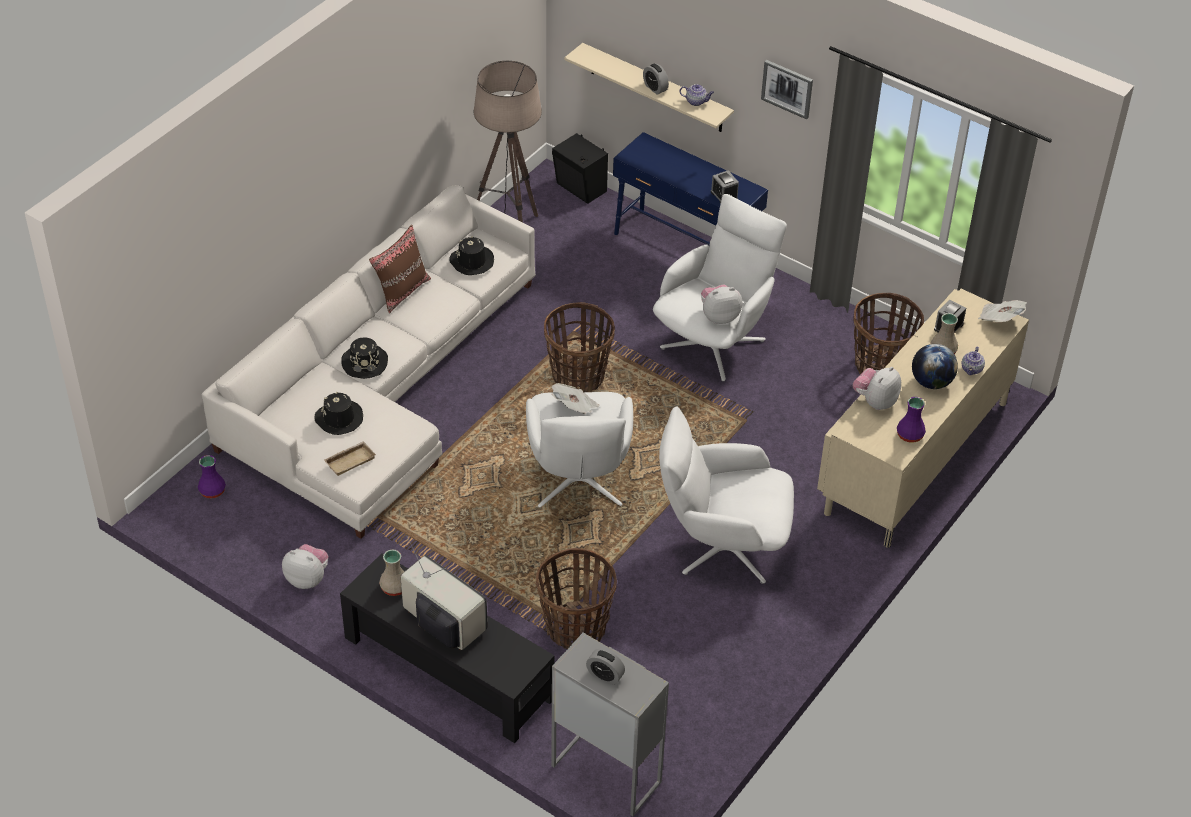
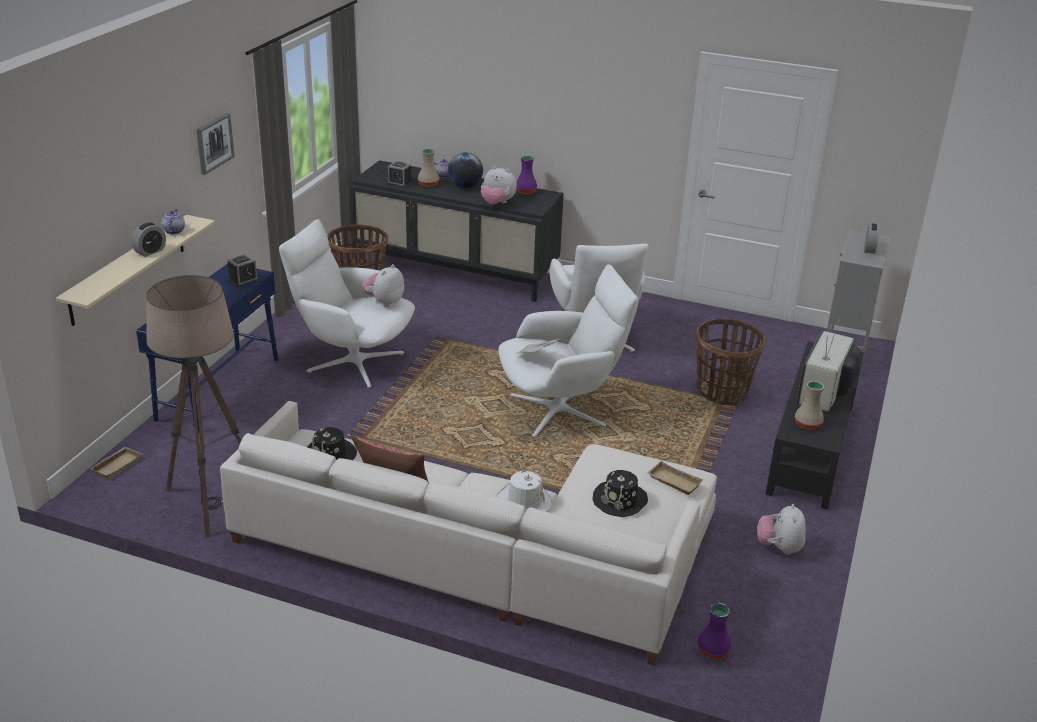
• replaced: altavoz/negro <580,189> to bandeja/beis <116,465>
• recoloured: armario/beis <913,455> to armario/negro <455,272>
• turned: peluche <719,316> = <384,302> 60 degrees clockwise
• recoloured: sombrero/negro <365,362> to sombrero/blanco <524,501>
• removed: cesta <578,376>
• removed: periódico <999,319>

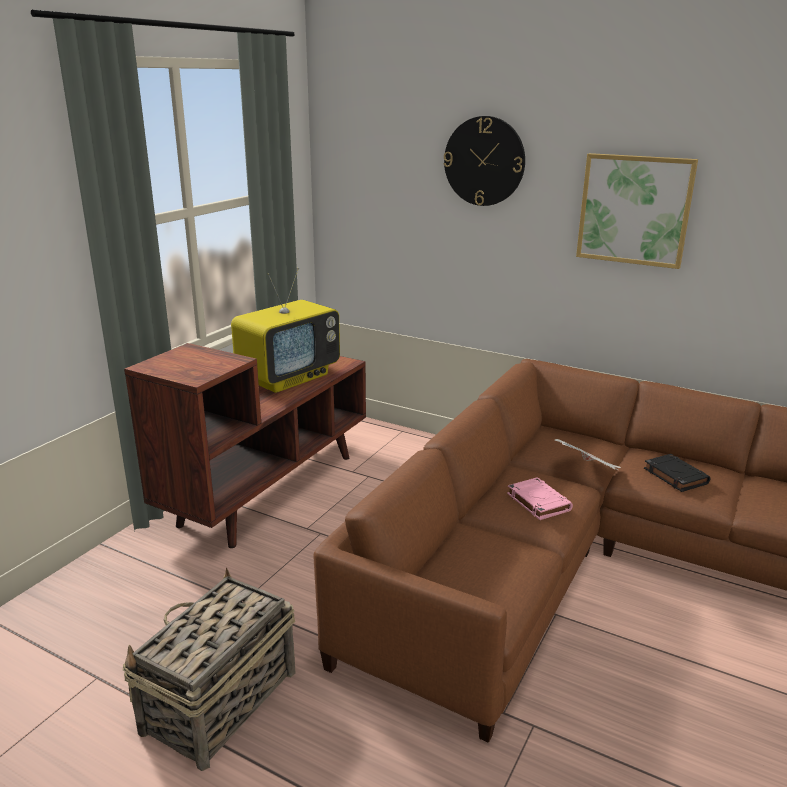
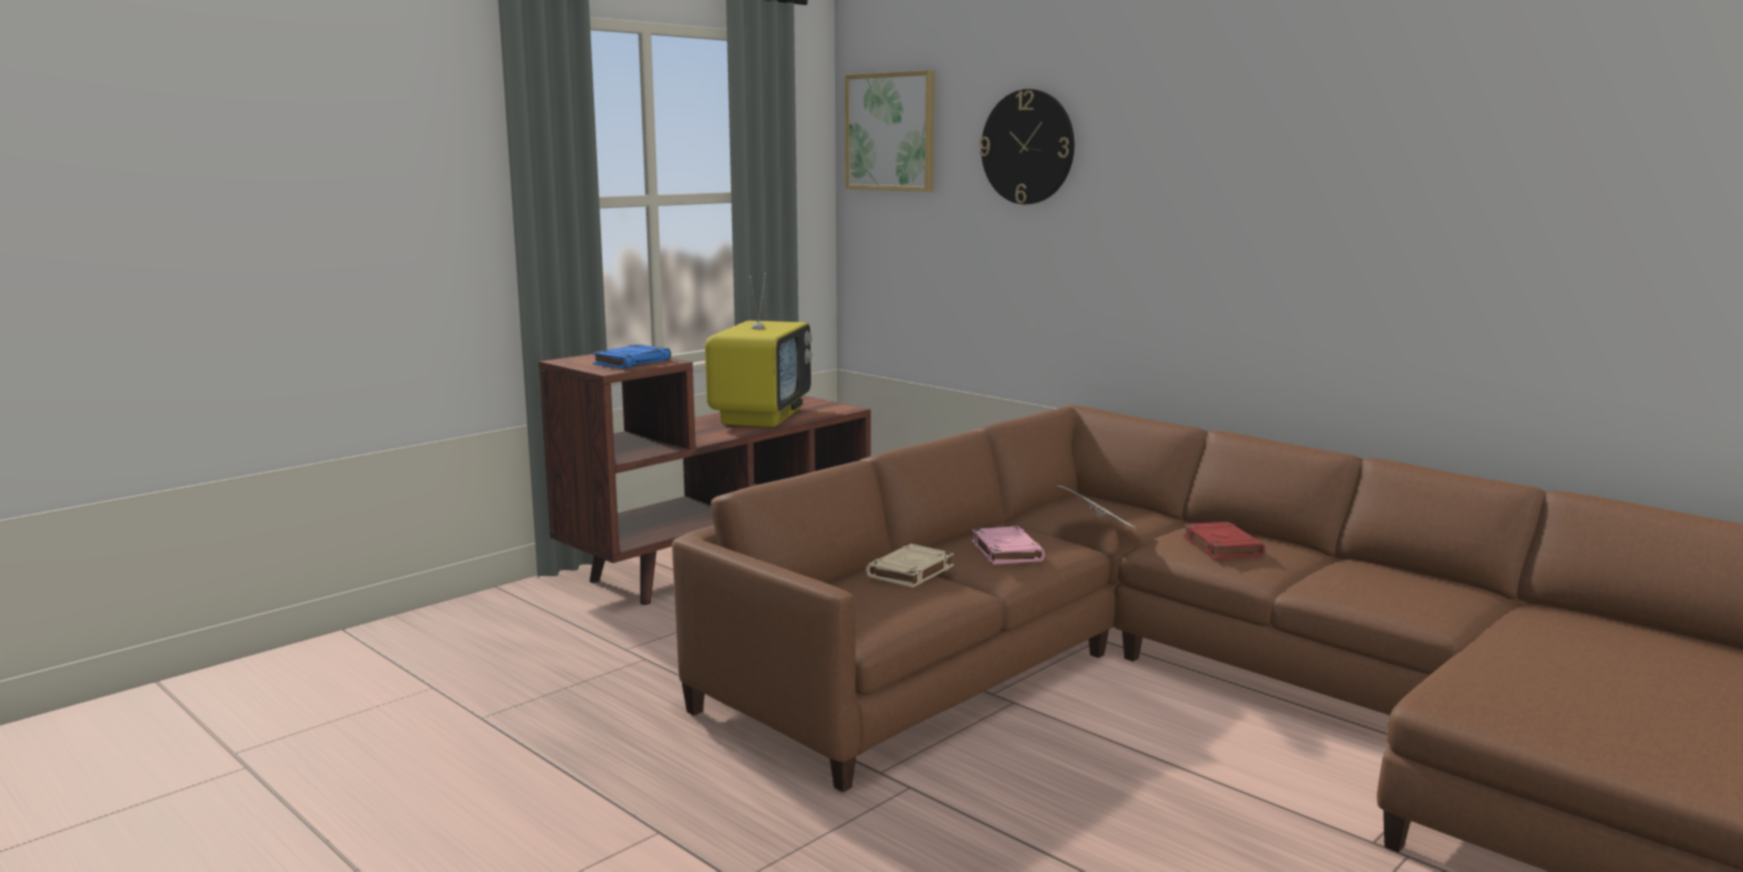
• added: libro/azul <632,362>
• turned: televisor <289,377> = <761,416> 45 degrees counterclockwise
• moved: cuadro <634,210> to <891,132>
• added: libro/beis <910,572>
• recoloured: libro/negro <674,476> to libro/rojo <1221,546>
• removed: cesta <219,702>

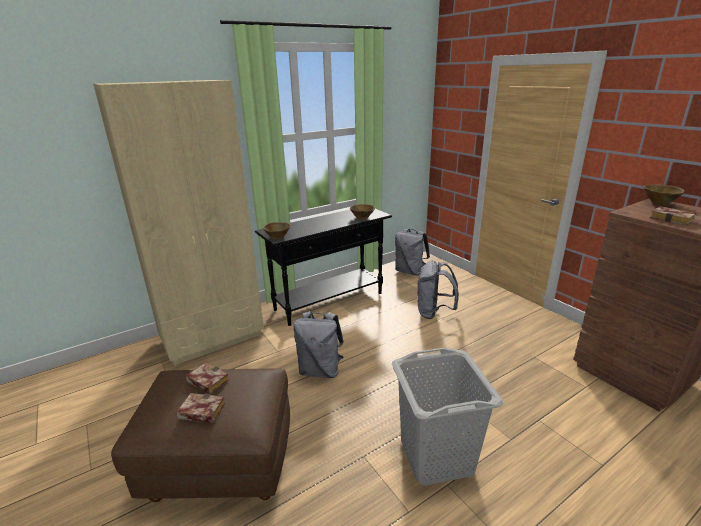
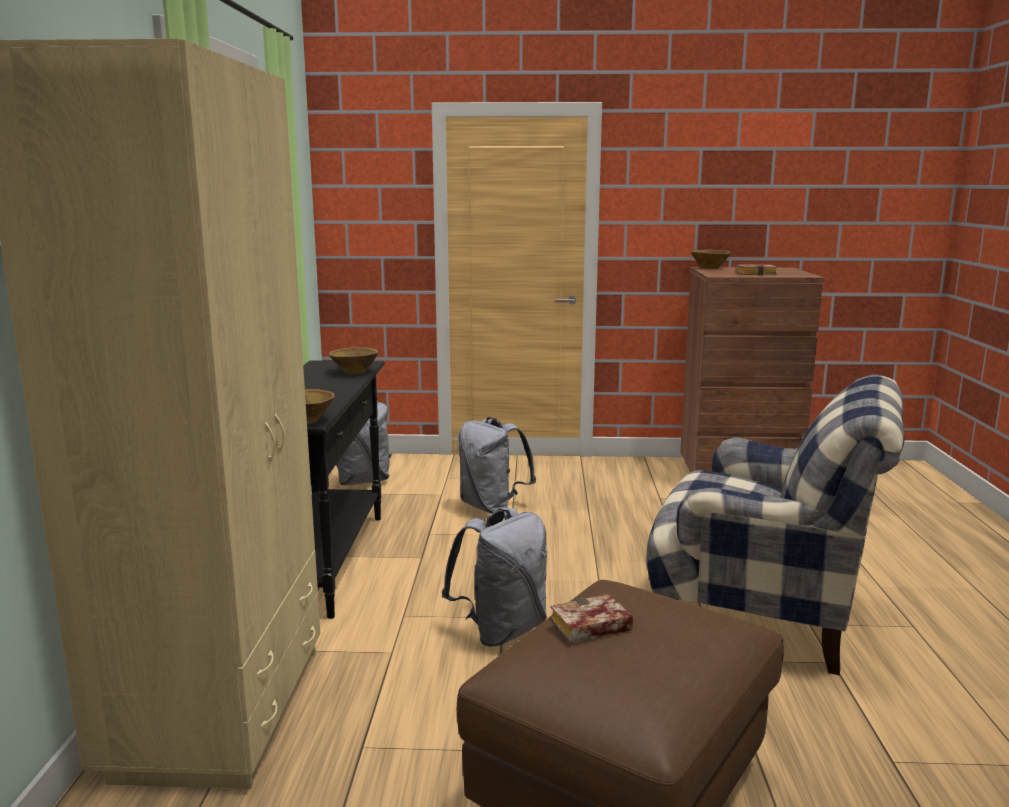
• replaced: cesto de la ropa/gris <436,457> to sillón <763,614>
• removed: libro <200,412>

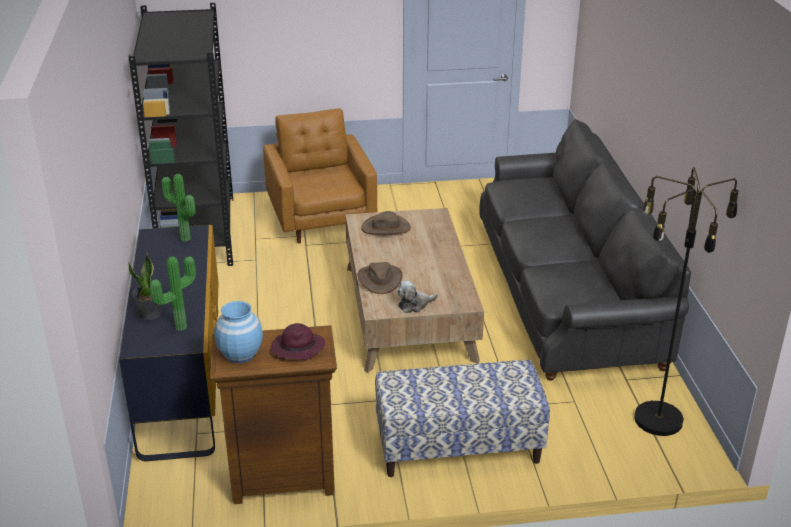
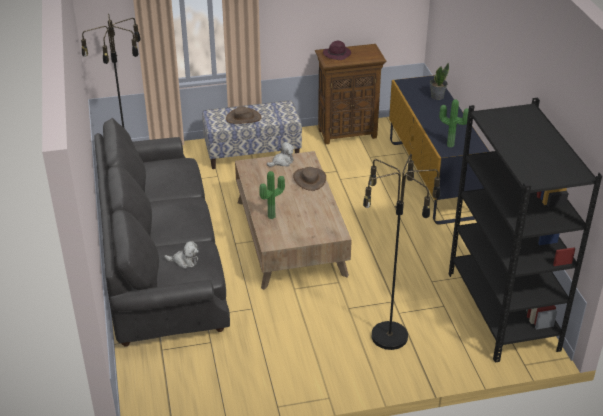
• added: peluche <184,261>
• moved: sombrero/marrón <386,228> to <243,118>
• moved: planta en maceta <179,326> to <272,217>
• replaced: sillón/marrón <321,219> to lámpara de pie <390,336>
• removed: florero/azul <240,354>

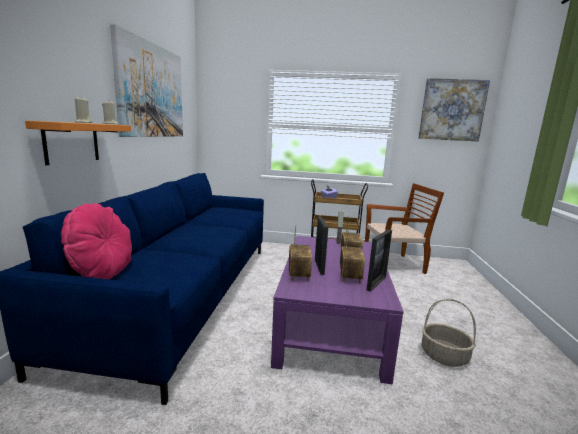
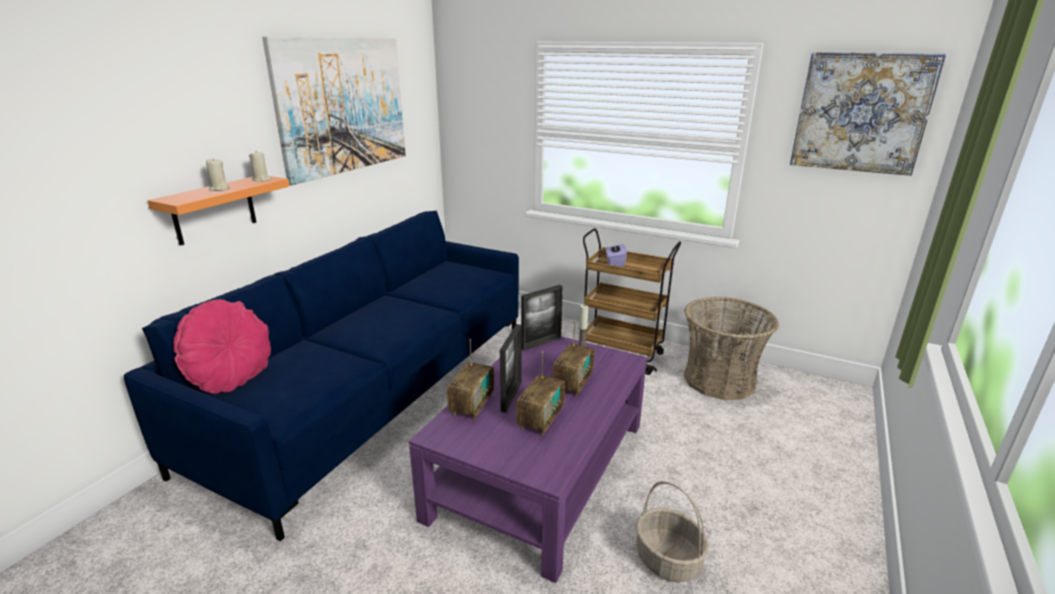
• moved: portarretratos <376,283> to <541,343>
• replaced: sillón/marrón <394,264> to cesta <719,380>

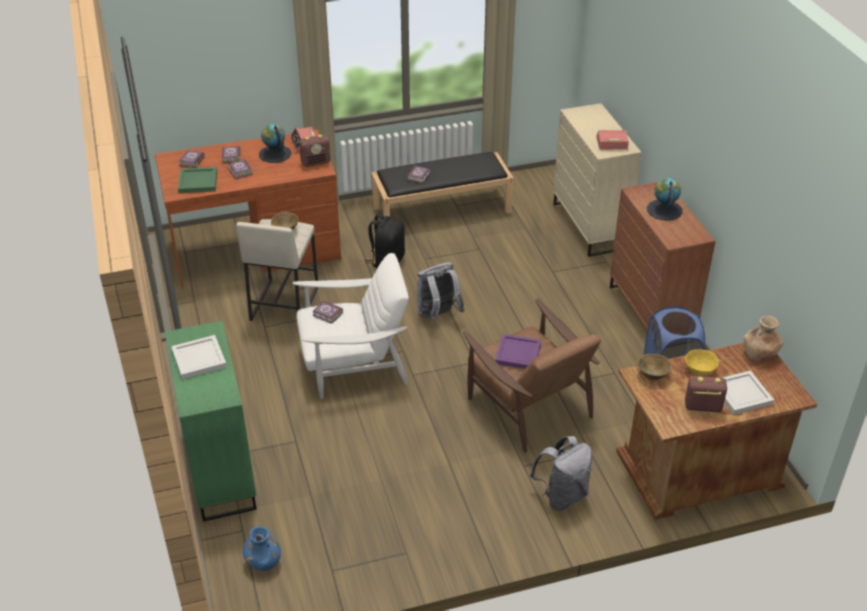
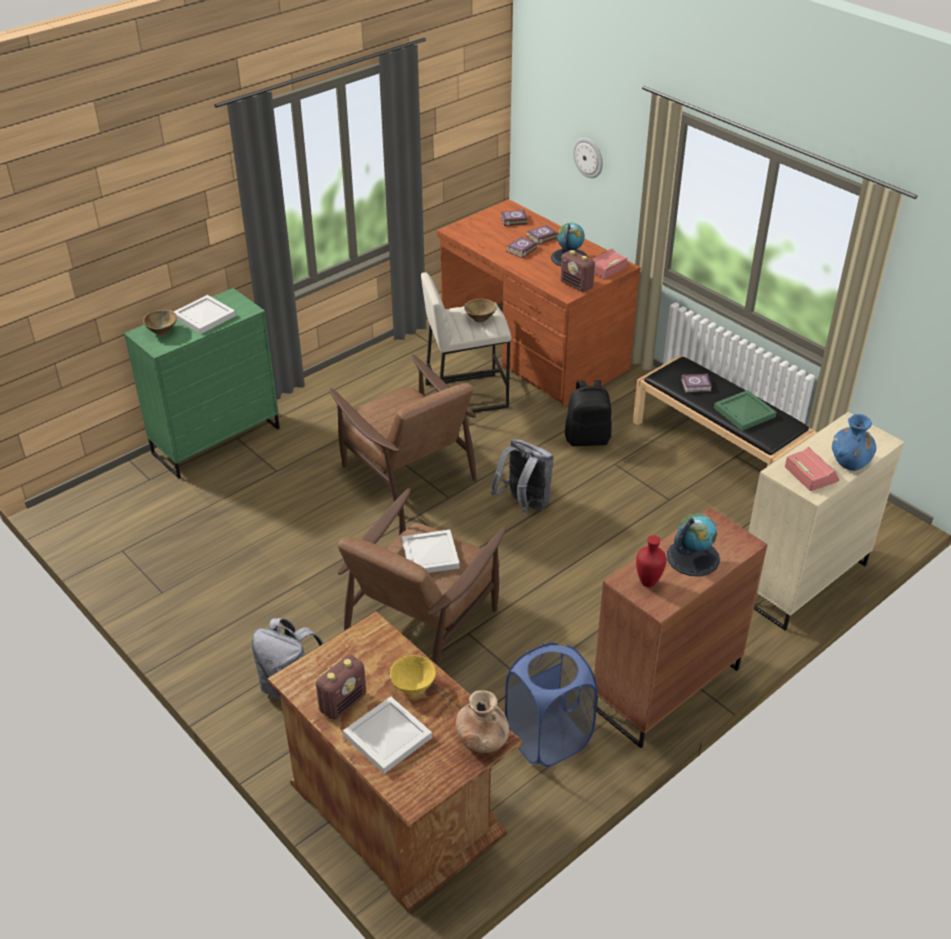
• moved: cuenco/marrón <653,375> to <162,331>
• turned: radio <702,407> = <343,702> 60 degrees clockwise
• recoloured: sillón/blanco <353,363> to sillón/marrón <407,470>
• recoloured: bandeja/morado <518,354> to bandeja/blanco <429,555>
• added: reloj de pared <588,157>
• added: florero/rojo <647,583>
• moved: bandeja/verde <197,182> to <743,412>
• moved: florero/azul <263,562> to <850,462>
• removed: libro <328,314>

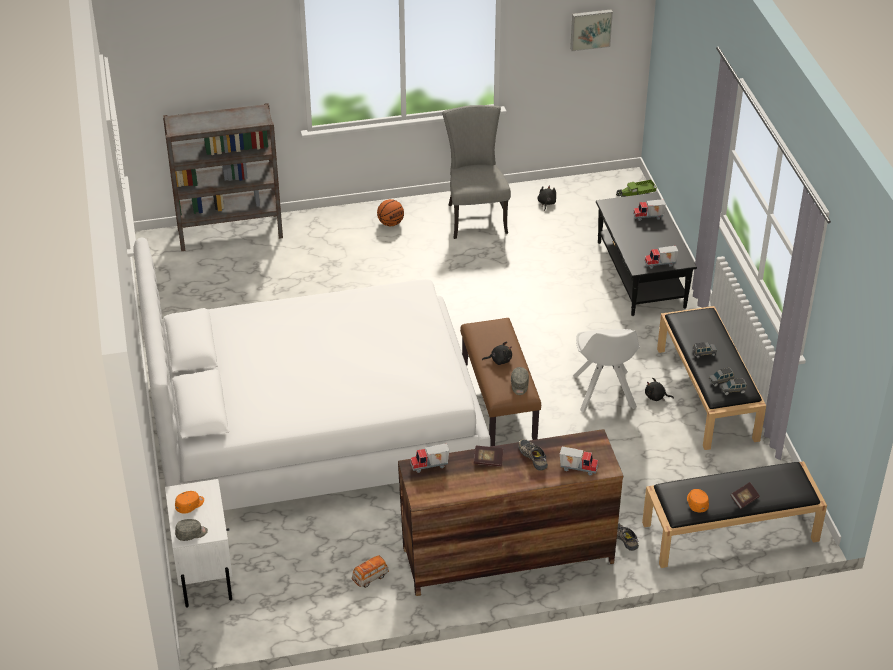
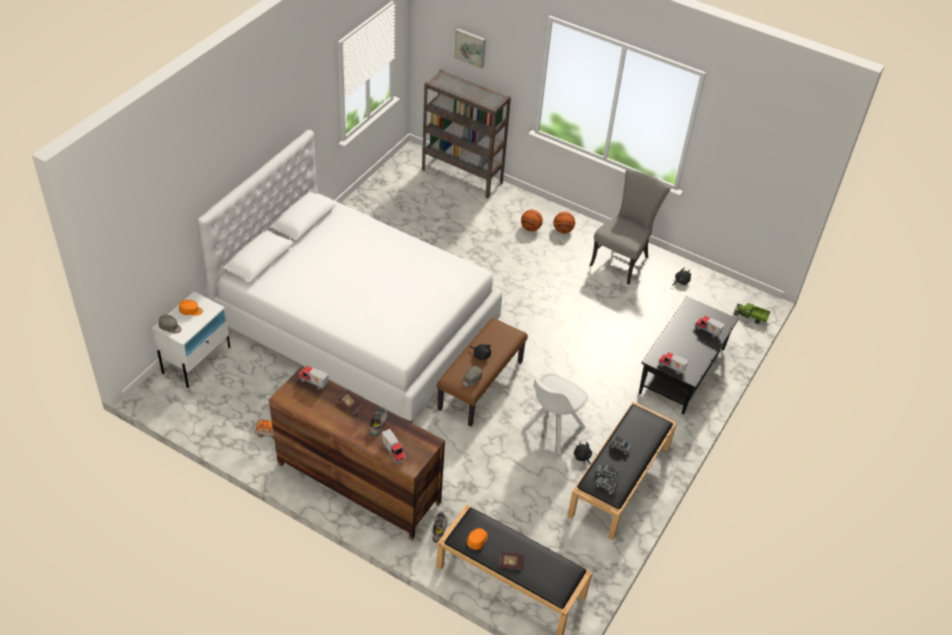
• moved: cuadro <590,29> to <470,47>
• added: balón de baloncesto <530,228>

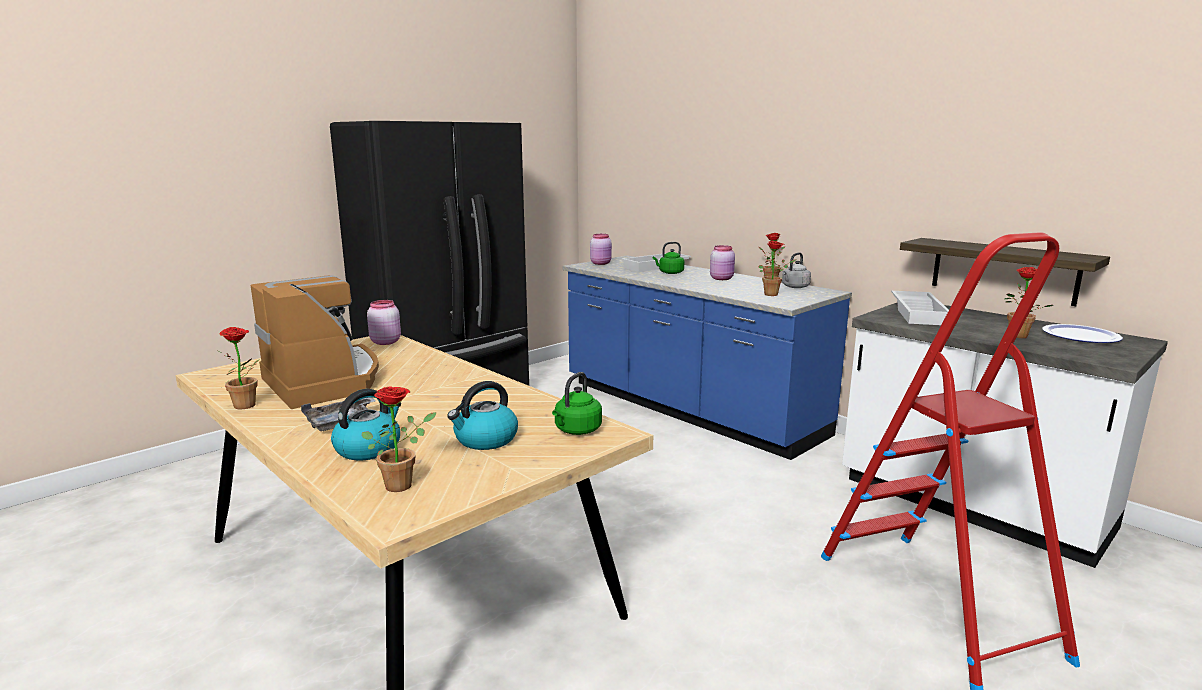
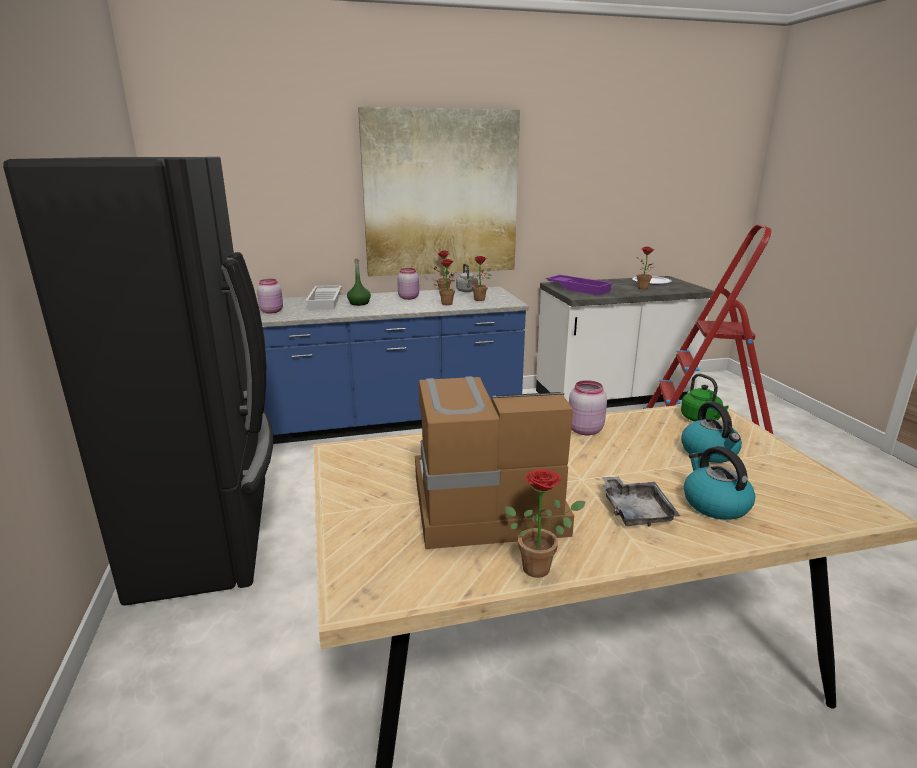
• replaced: hervidor/verde <670,273> to botella/verde <359,303>
• added: cuadro <441,194>
• moved: planta en maceta <403,484> to <446,303>
• recoloured: bandeja/blanco <919,313> to bandeja/morado <579,288>
• moved: tarro/rosa <385,342> to <583,430>
• removed: estante <1003,270>

